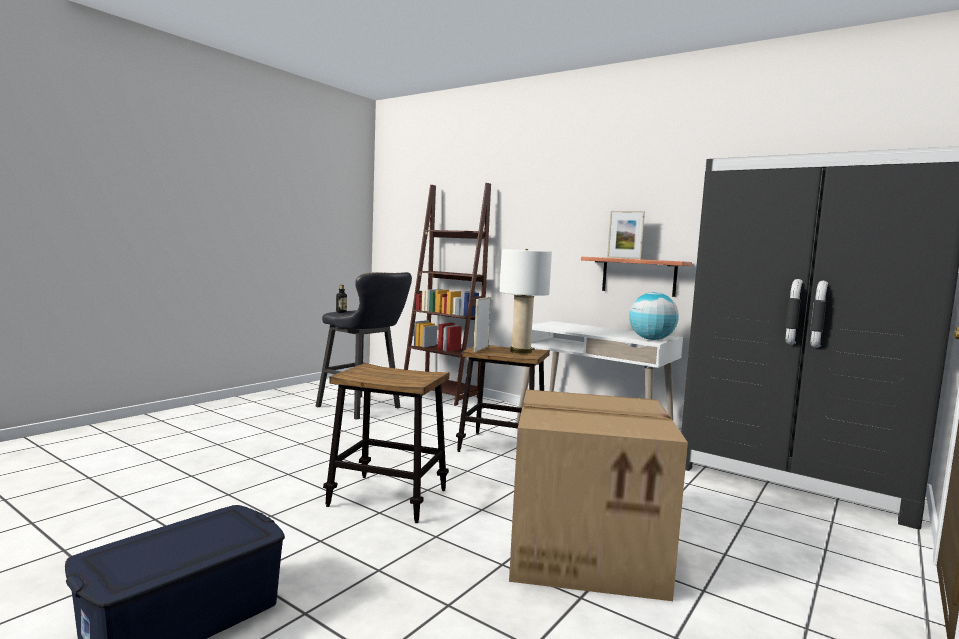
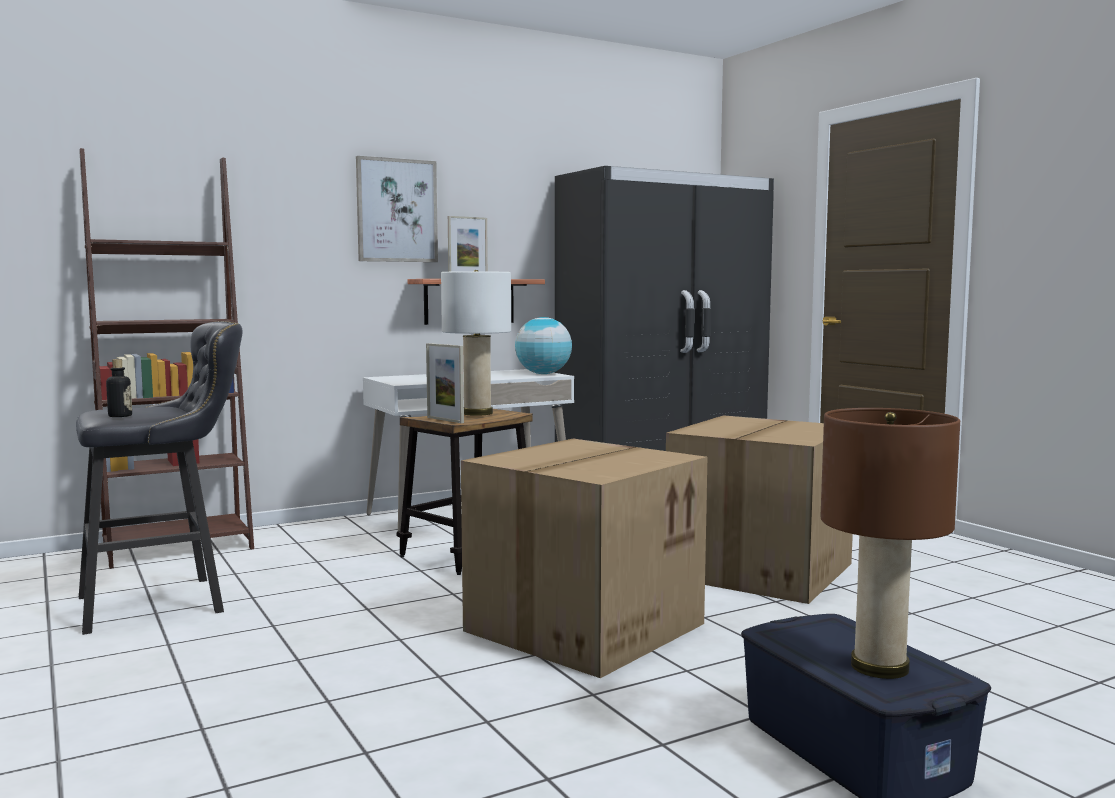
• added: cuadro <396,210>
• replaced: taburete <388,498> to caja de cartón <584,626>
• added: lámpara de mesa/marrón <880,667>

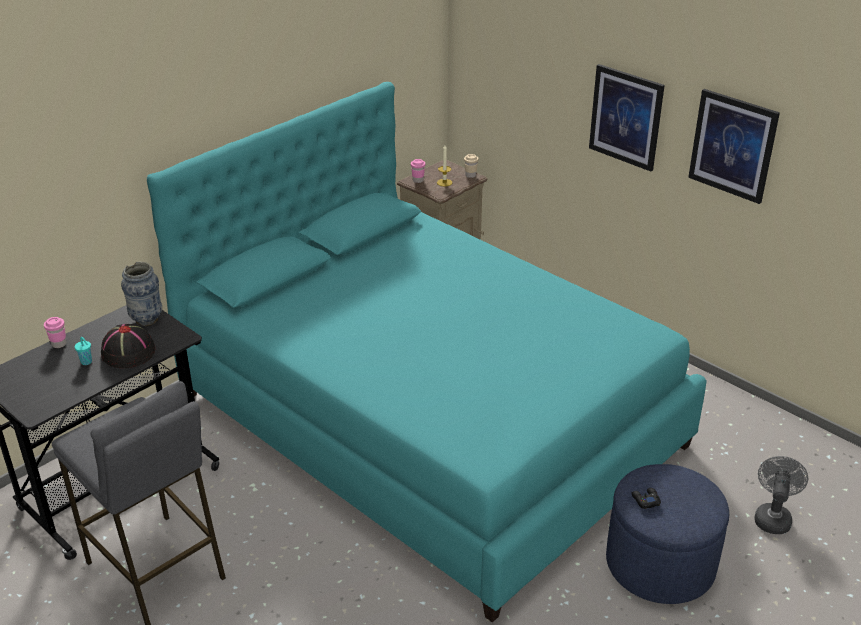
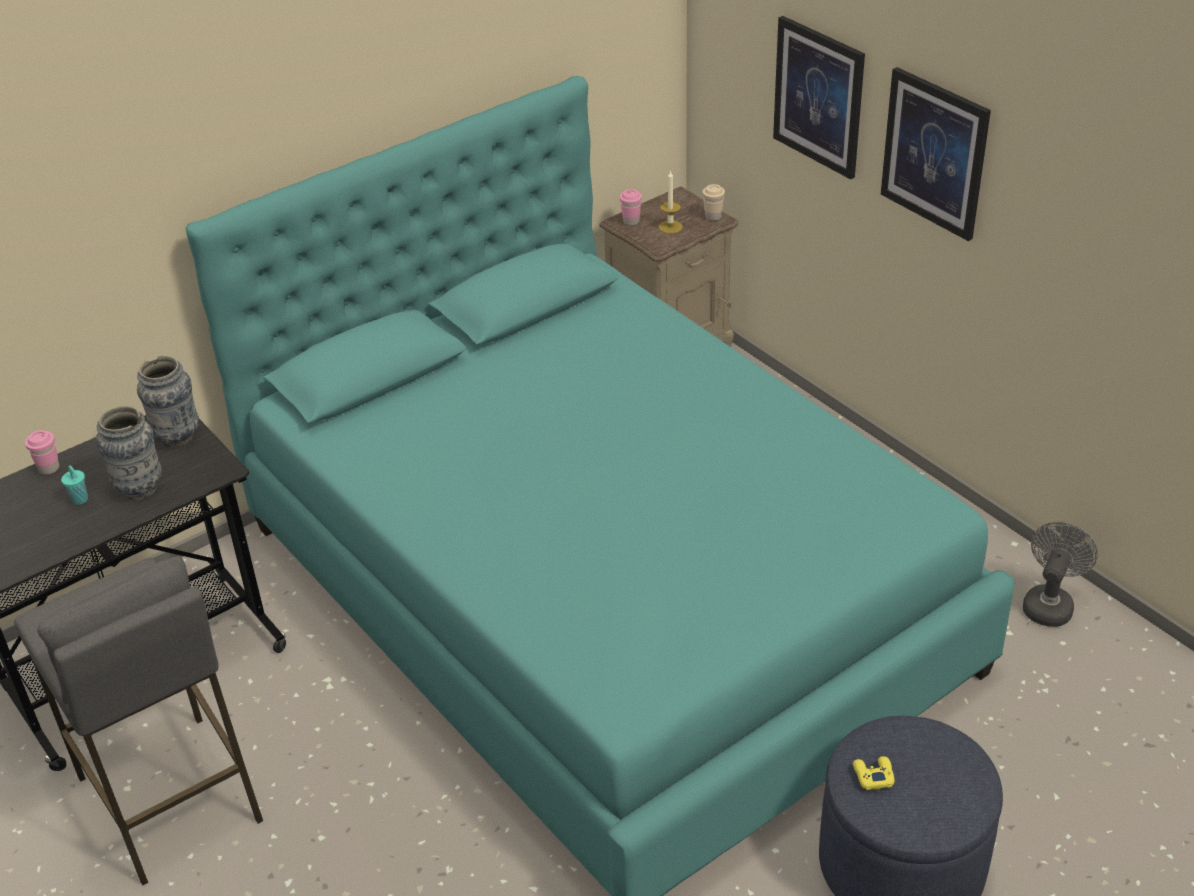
• replaced: sombrero/negro <128,352> to florero <140,489>
• moved: cuadro <733,145> to <819,96>
• recoloured: mando de consola/negro <645,500> to mando de consola/amarillo <873,775>
• moved: ventilador/gris <772,517> to <1049,603>

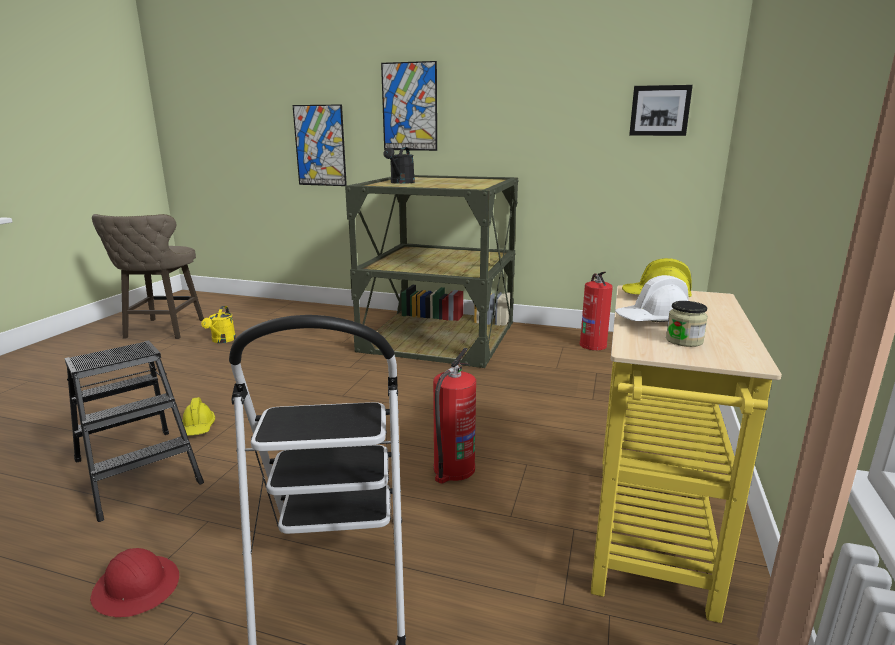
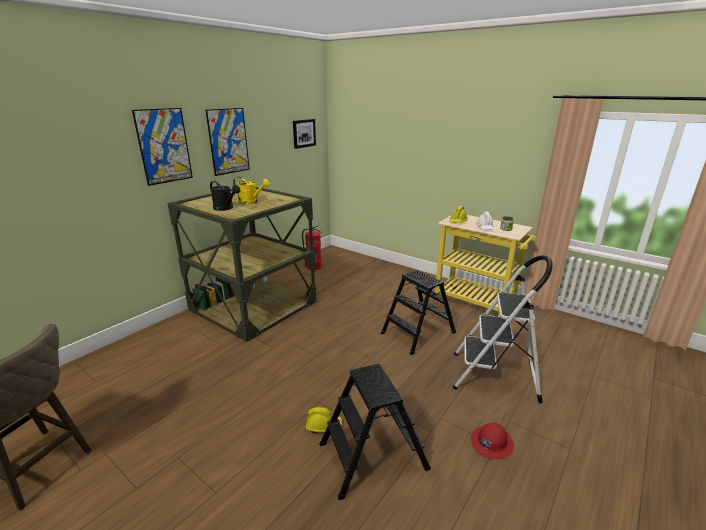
• moved: cuadro <320,146> to <228,141>
• moved: regadera/amarillo <222,340> to <251,202>
• replaced: extintor <453,469> to escalera de tijera/negro <418,333>

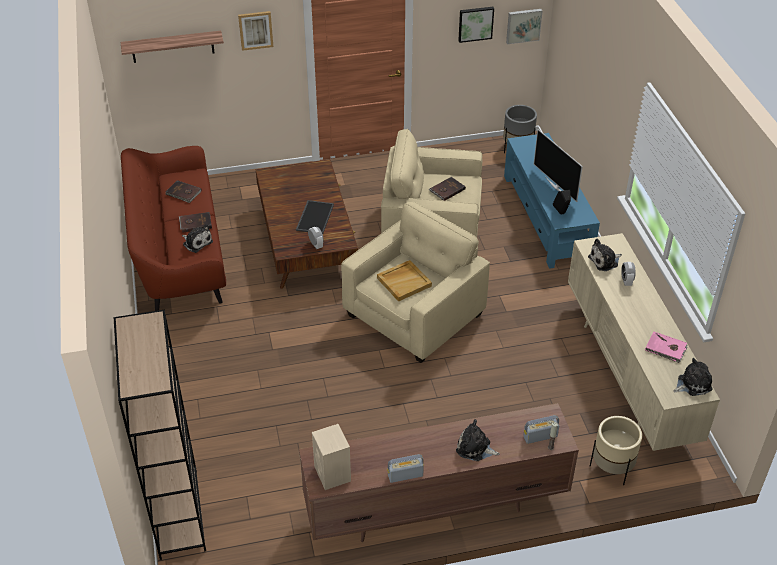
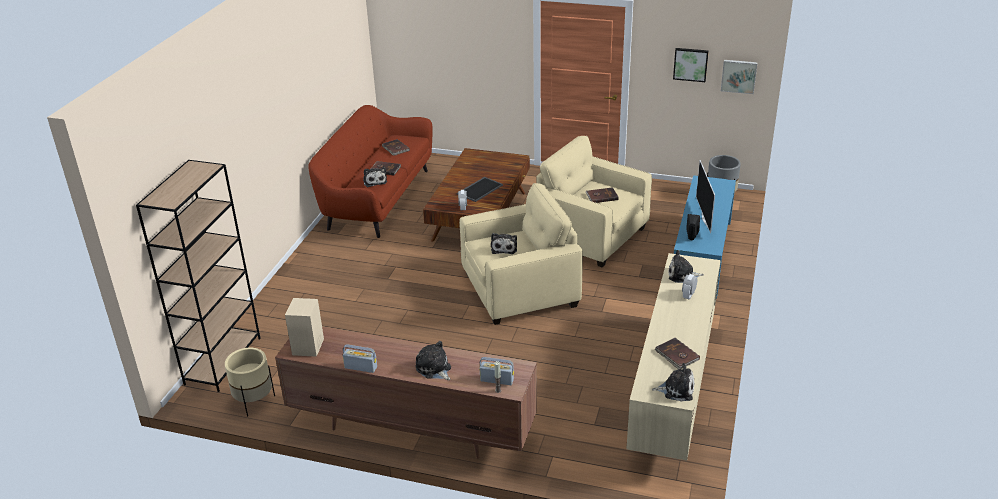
• moved: maceta/beis <612,468> to <254,401>
• replaced: bandeja/beis <404,282> to peluche <504,248>
• recoloured: libro/rosa <665,348> to libro/marrón <676,355>
• removed: estante <172,46>
• removed: cuadro <255,30>

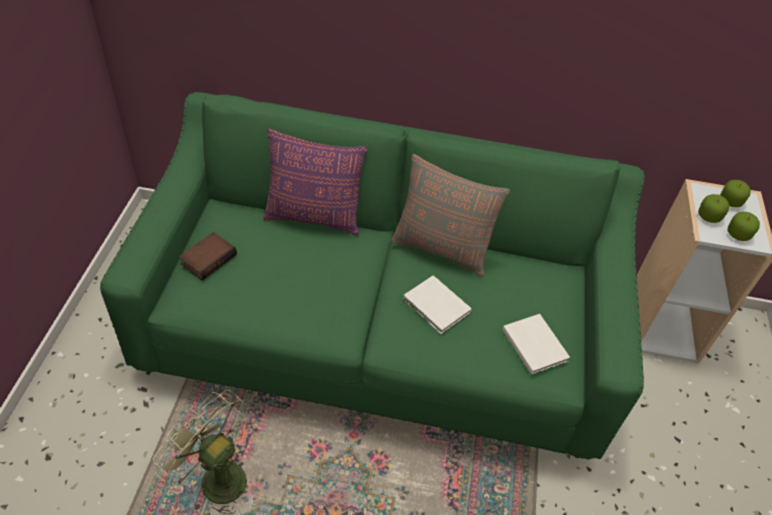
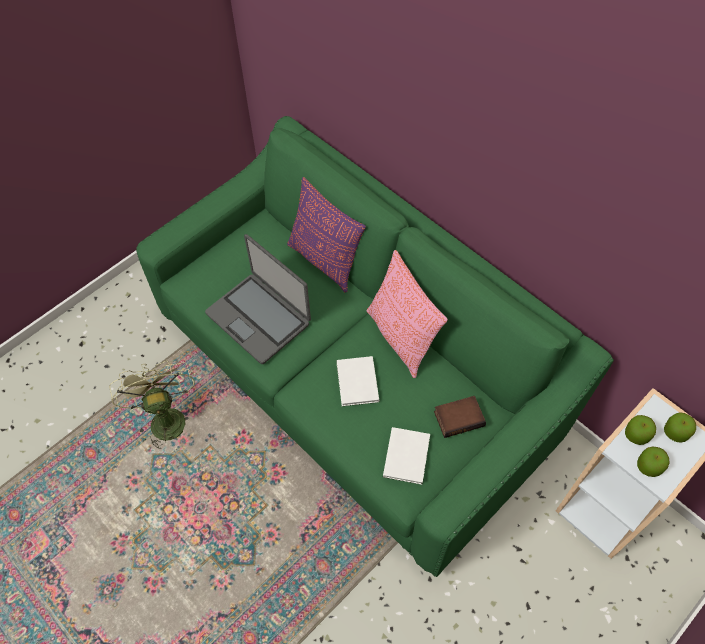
• added: portátil <259,318>
• recoloured: cojín/gris <441,250> to cojín/rosa <401,338>
• moved: libro <208,258> to <459,417>

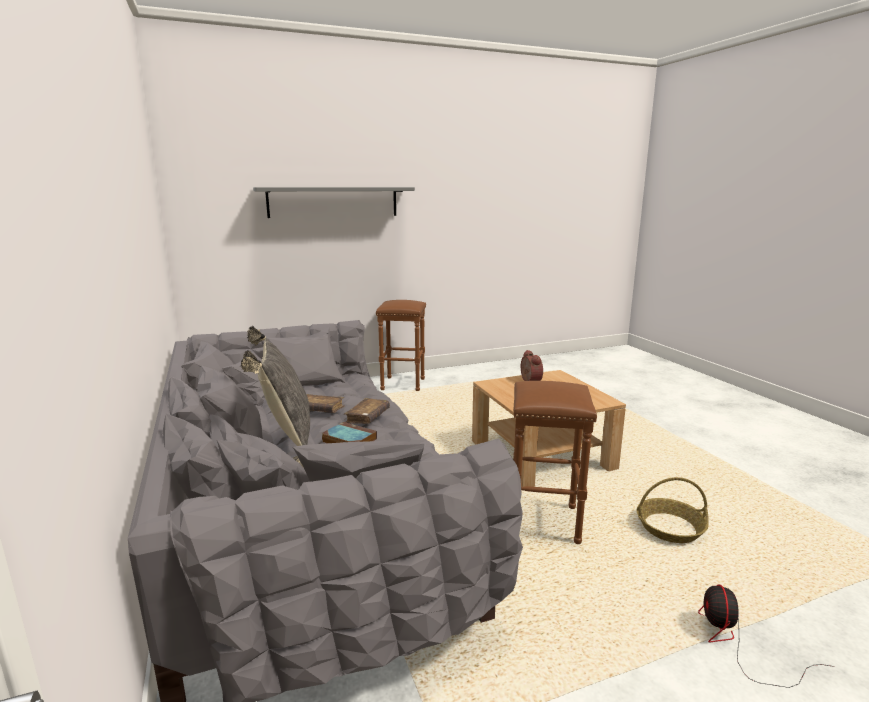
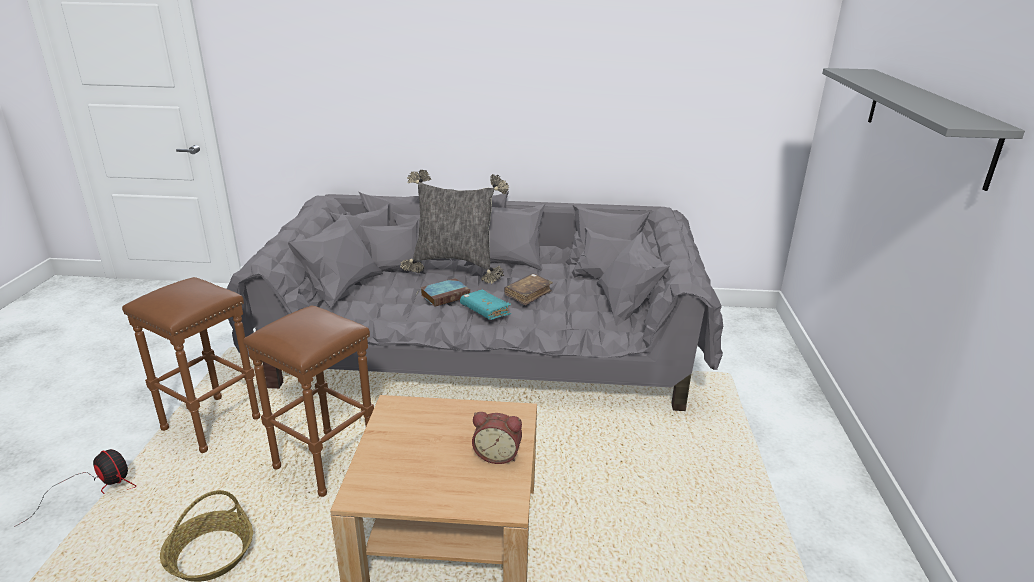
• moved: taburete/marrón <404,384> to <211,425>
• recoloured: libro/marrón <367,417> to libro/turquesa <485,311>

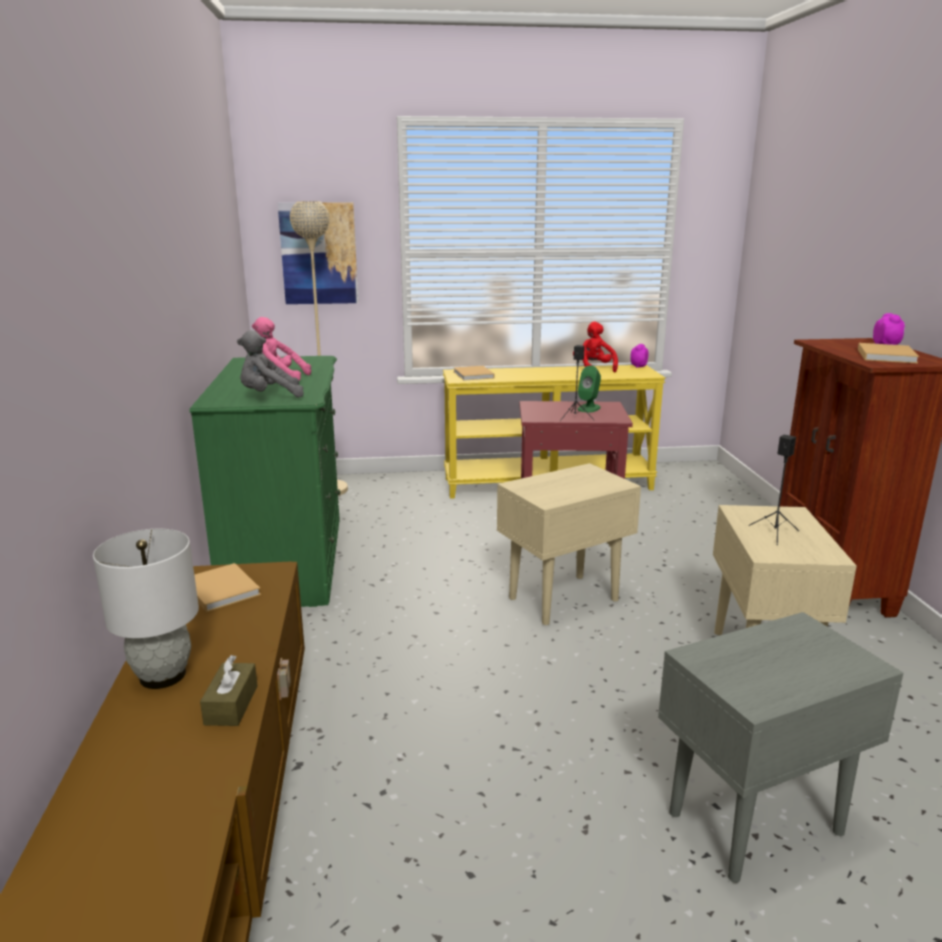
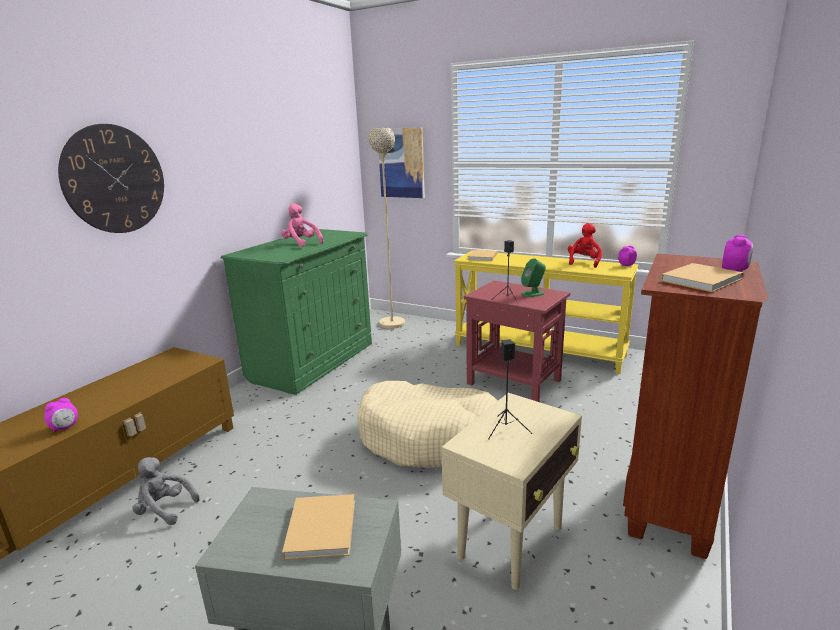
• replaced: caja de pañuelos/marrón <231,705> to despertador <65,428>
• added: reloj de pared <114,179>
• moved: peluche/gris <269,396> to <164,509>
• moved: libro/beis <220,589> to <321,526>
• replaced: mesa auxiliar/beis <562,600> to cama para perro/beis <429,437>
• removed: lámpara de mesa/blanco <163,676>

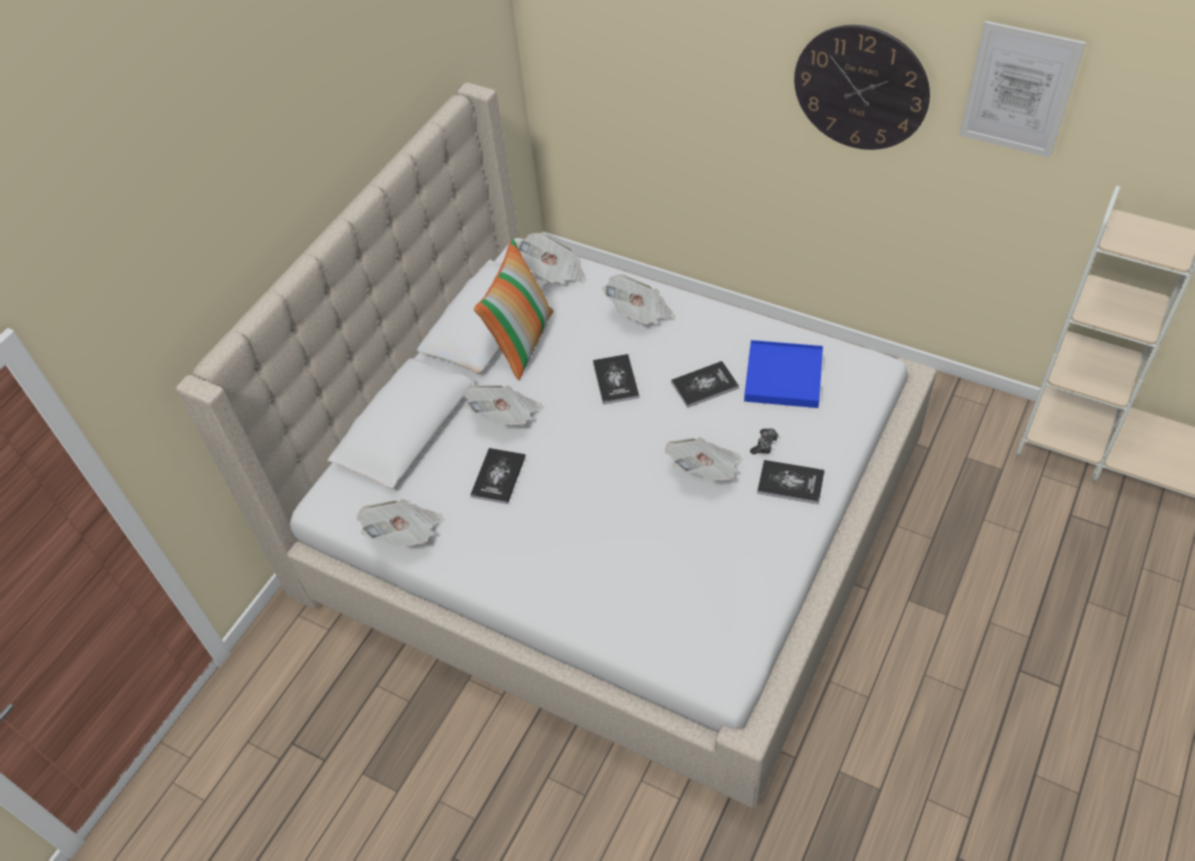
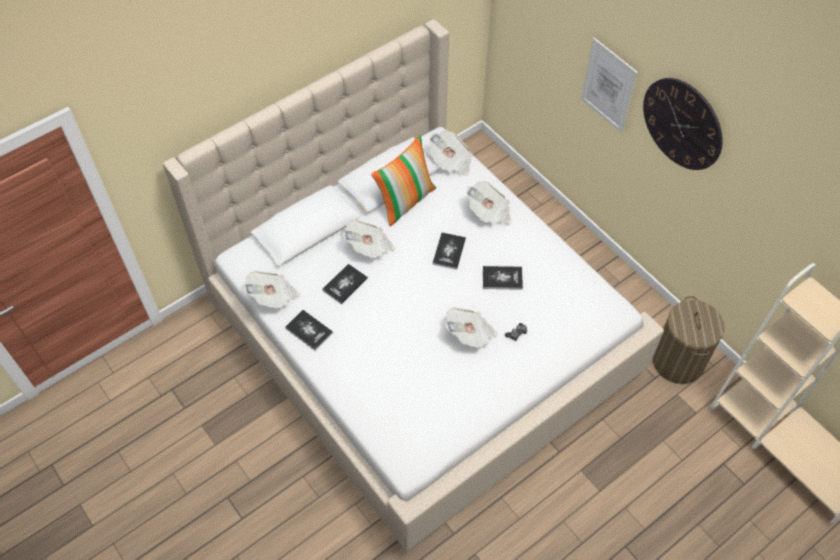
• moved: libro <790,483> to <309,330>
• moved: cuadro <1019,90> to <608,85>
• added: cesto de la ropa <678,361>
• removed: bandeja/azul <783,377>

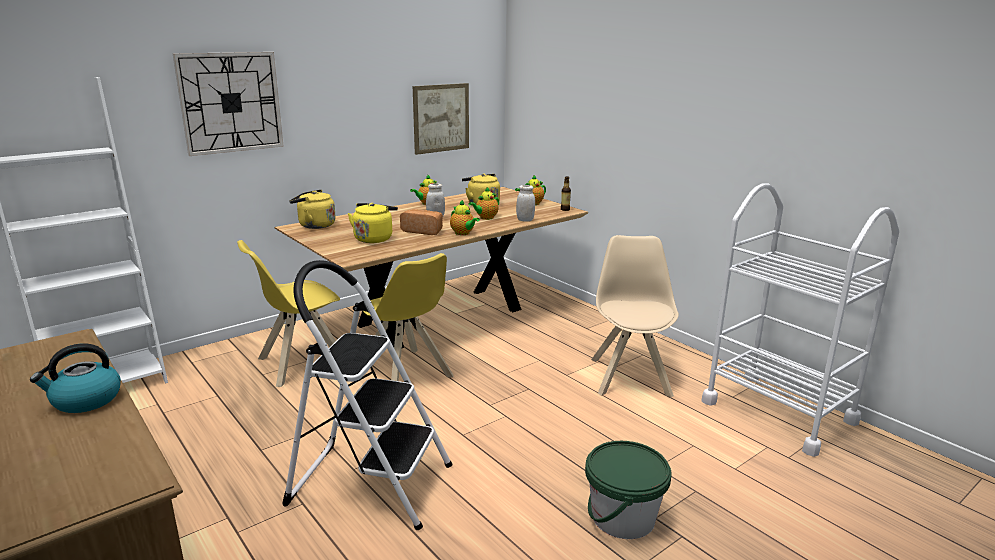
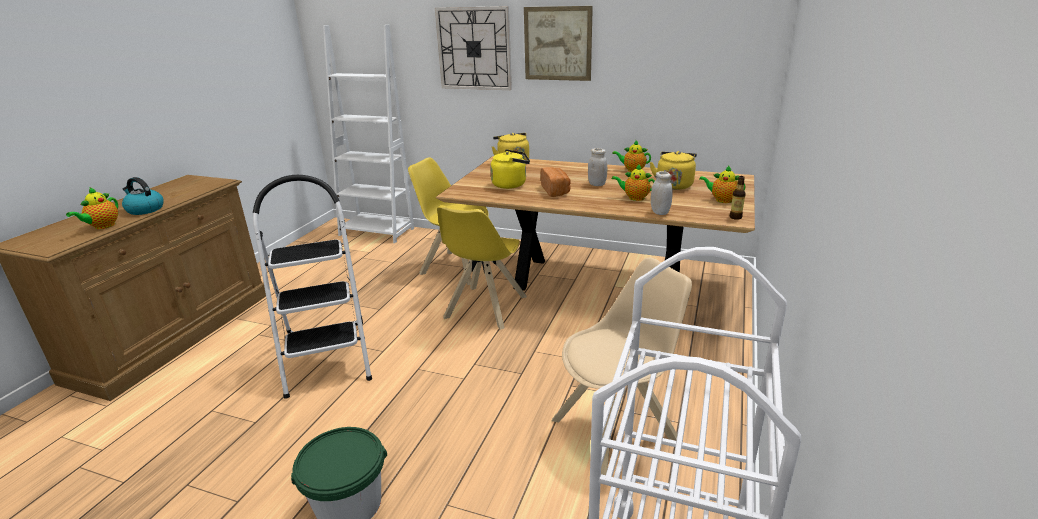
• moved: tetera <463,233> to <102,226>
• moved: cuadro <441,118> to <557,44>

